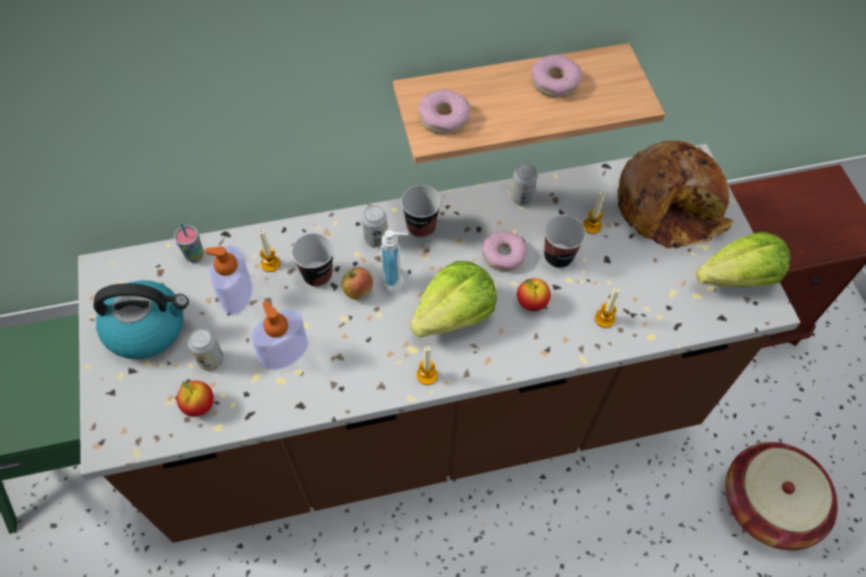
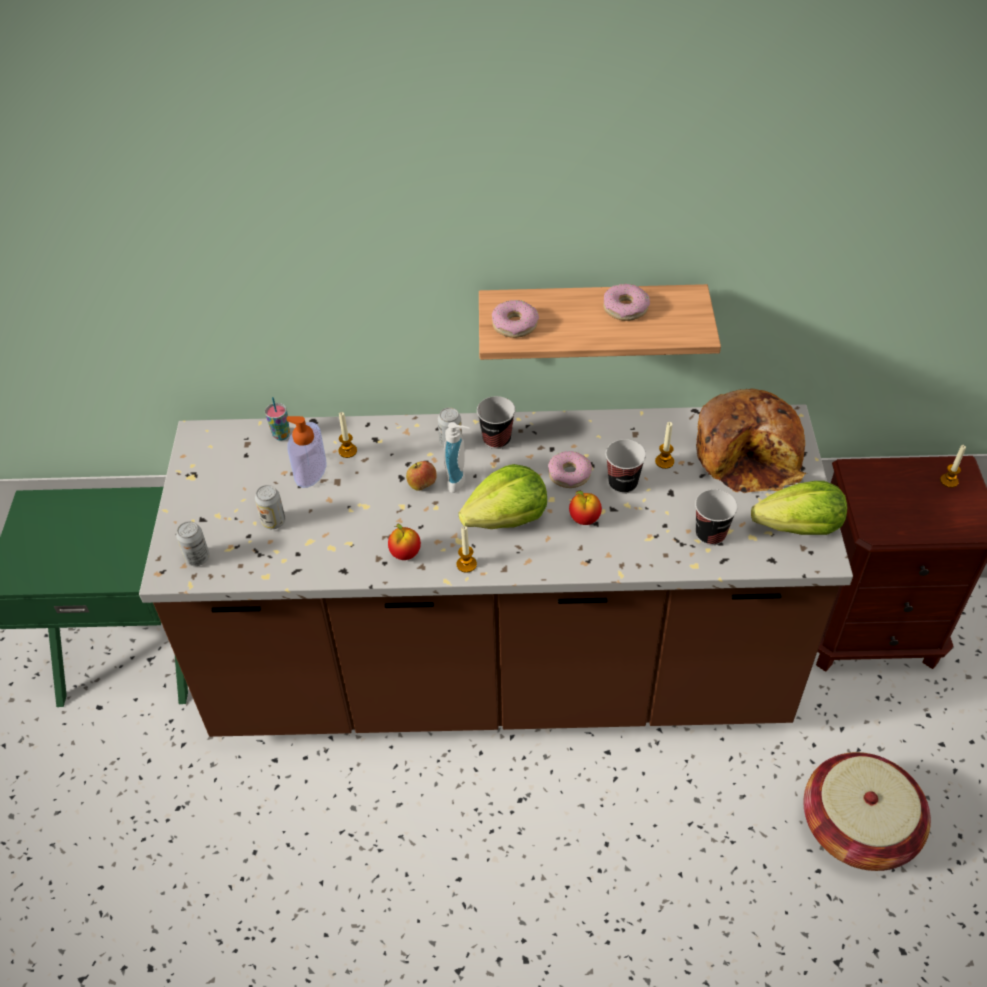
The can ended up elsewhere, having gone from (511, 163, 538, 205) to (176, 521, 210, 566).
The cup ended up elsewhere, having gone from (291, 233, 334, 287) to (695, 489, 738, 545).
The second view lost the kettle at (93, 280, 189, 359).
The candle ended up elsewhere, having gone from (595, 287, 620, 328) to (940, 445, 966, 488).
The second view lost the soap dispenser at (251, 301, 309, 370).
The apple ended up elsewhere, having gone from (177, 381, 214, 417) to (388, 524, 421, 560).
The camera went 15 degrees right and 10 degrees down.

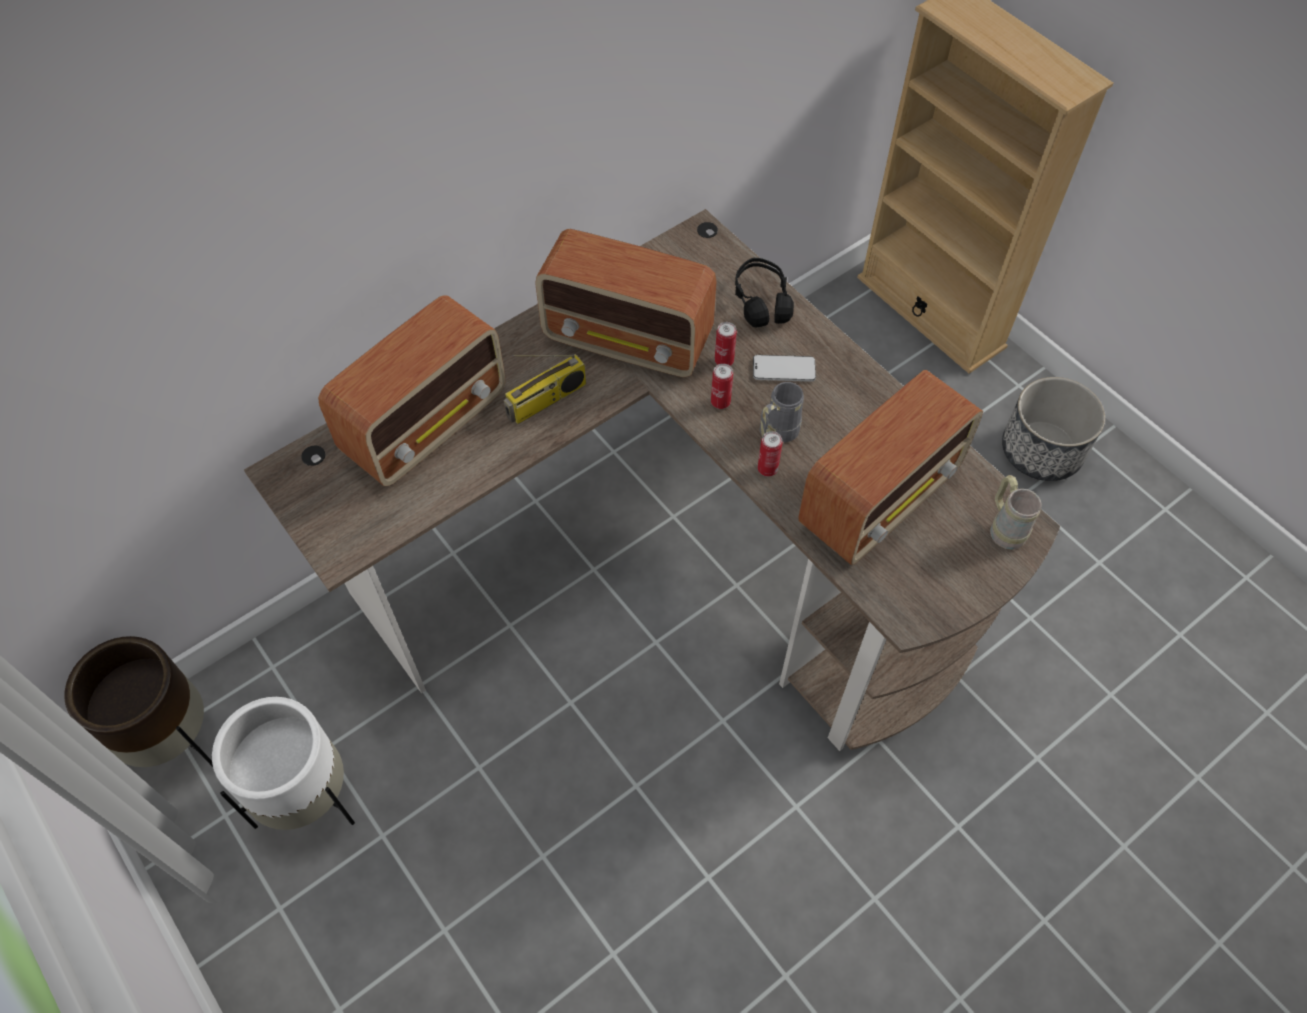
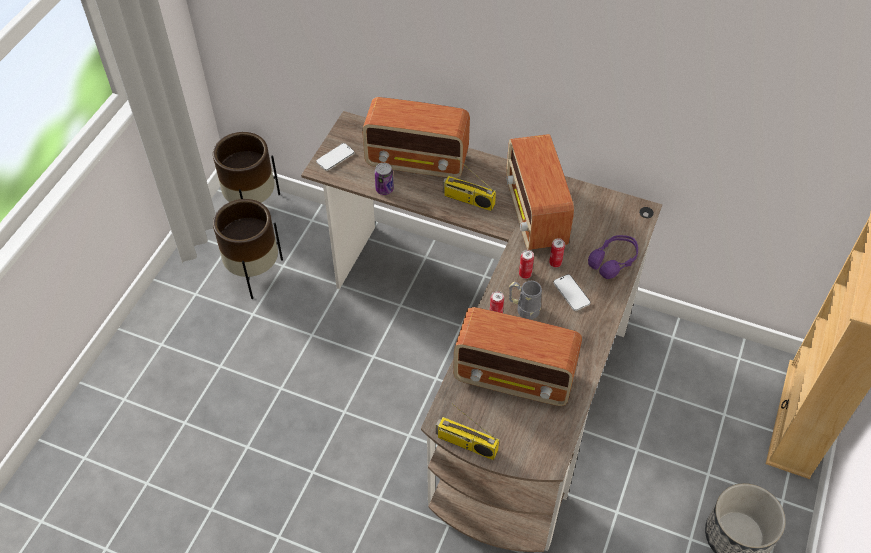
What was the black headphones at (735, 258, 794, 327) turned into the purple headphones at (588, 235, 638, 279).
The second view lost the beige mug at (990, 475, 1041, 550).
What was the white planter at (212, 697, 355, 830) turned into the brown planter at (213, 199, 283, 299).
The second view gained the phone at (316, 143, 355, 171).
The second view gained the can at (374, 163, 394, 195).
The second view gained the radio at (436, 403, 499, 460).
The camera went 60 degrees right and 5 degrees down.

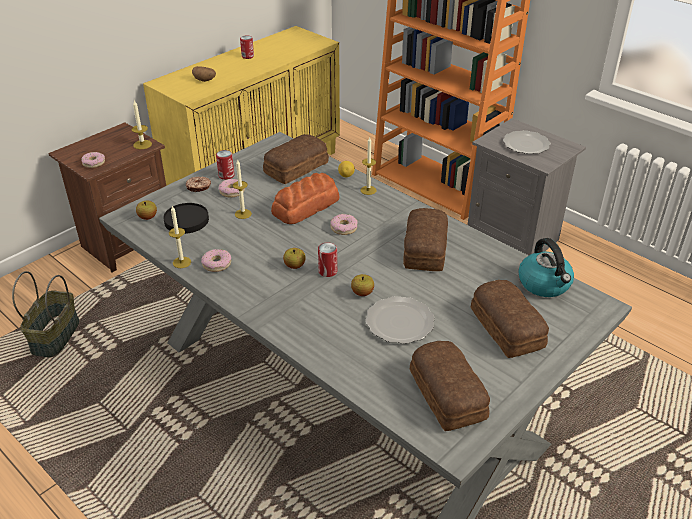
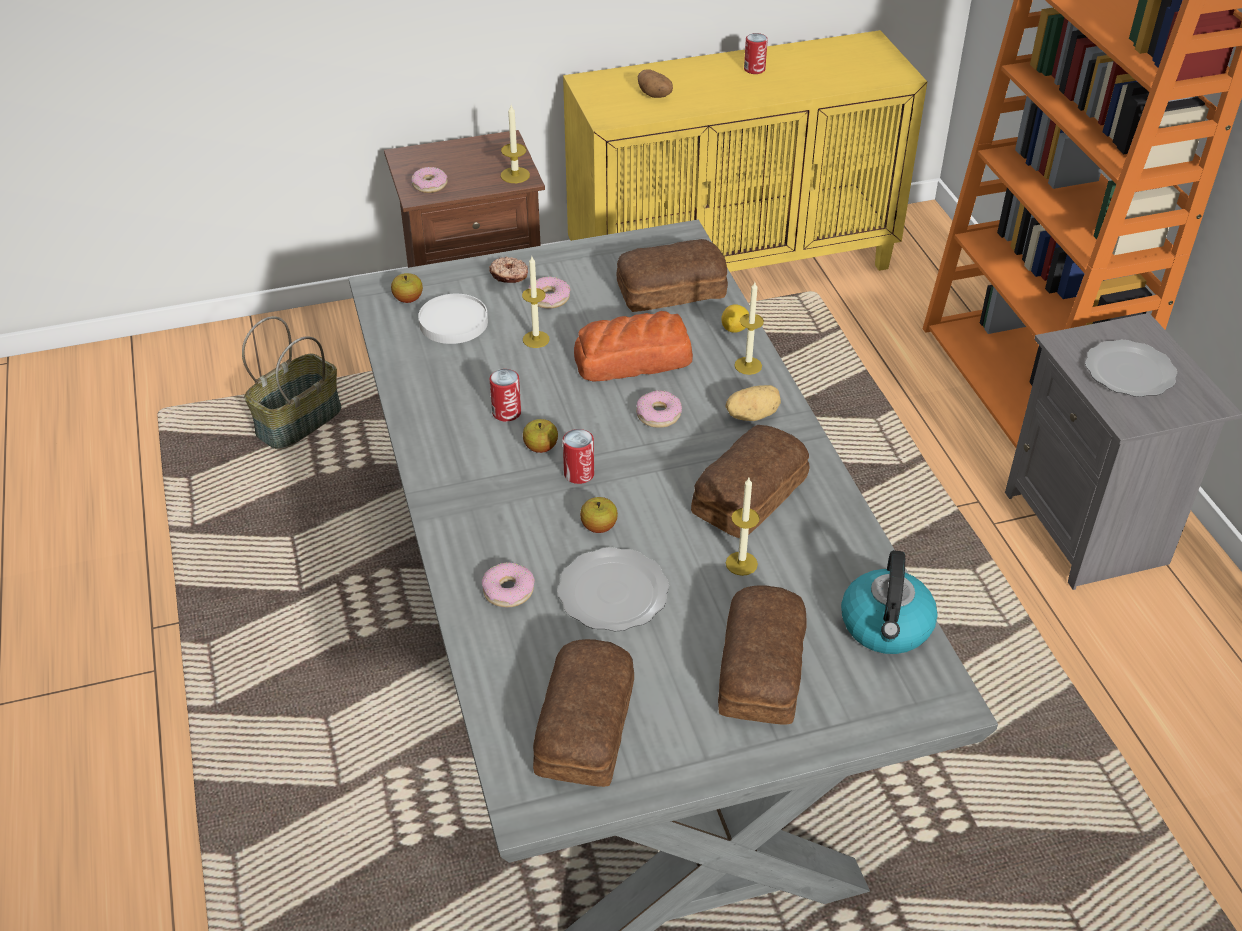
The can ended up elsewhere, having gone from (216, 150, 234, 180) to (490, 369, 521, 422).
What was the black plate at (163, 203, 209, 234) turned into the white plate at (418, 294, 488, 344).
The candle ended up elsewhere, having gone from (169, 206, 191, 268) to (726, 478, 760, 576).
The donut ended up elsewhere, having gone from (201, 249, 231, 272) to (482, 562, 535, 607).
The second view gained the potato at (725, 385, 781, 421).
The camera went 30 degrees right and 5 degrees up.

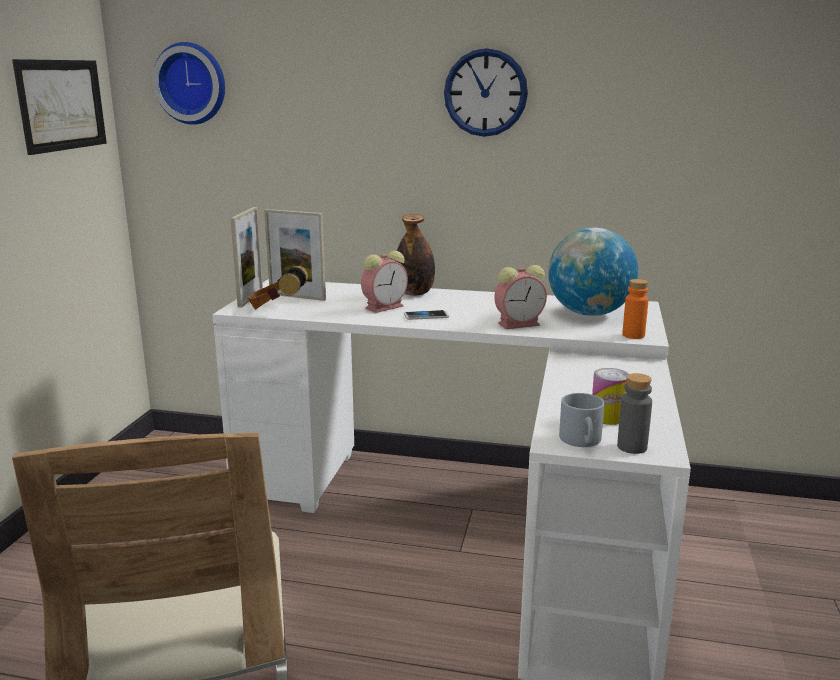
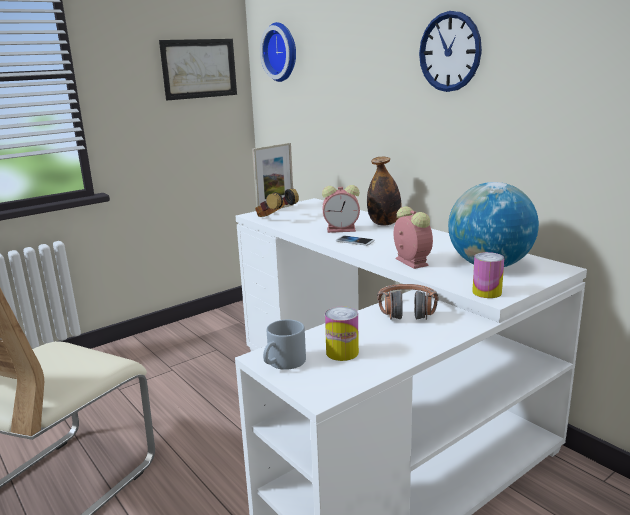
The second view lost the picture frame at (264, 209, 326, 301).
The alarm clock at (494, 265, 547, 329) ended up facing another way, 135 degrees counterclockwise from before.
Where the orange bottle stood at (622, 279, 649, 339), the can came to stand at (472, 252, 505, 298).
The second view lost the grey bottle at (617, 373, 652, 454).
The second view gained the headphones at (377, 284, 439, 320).
The camera went 40 degrees right and 0 degrees up.

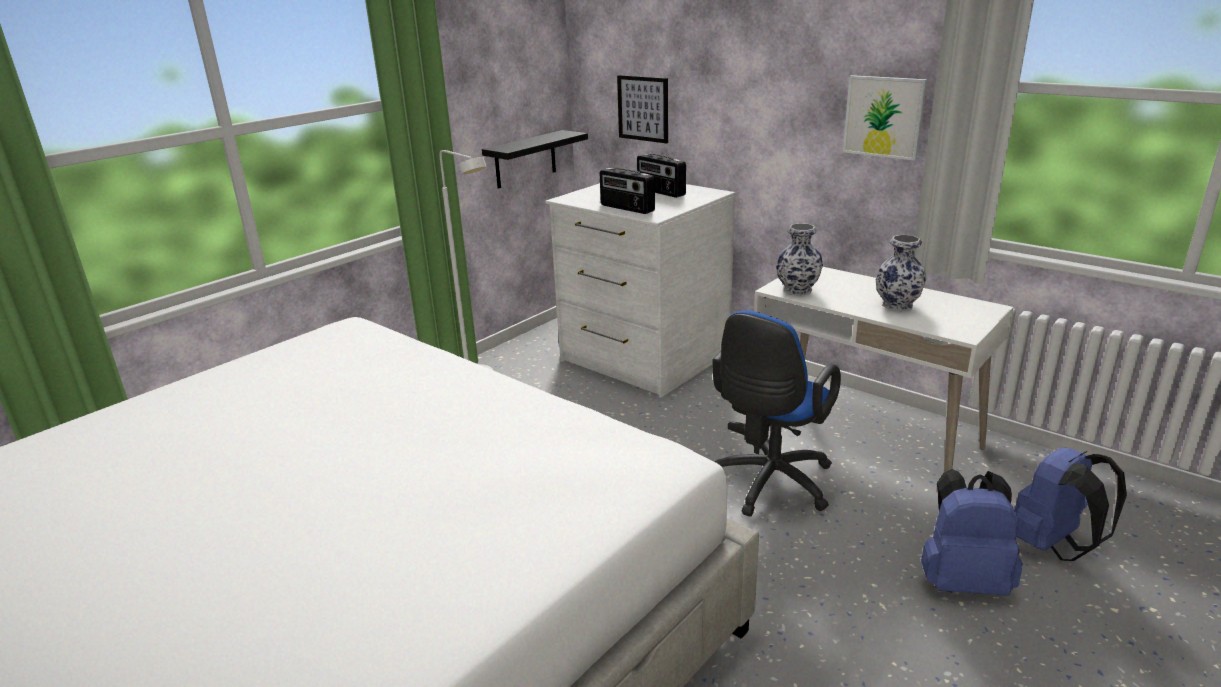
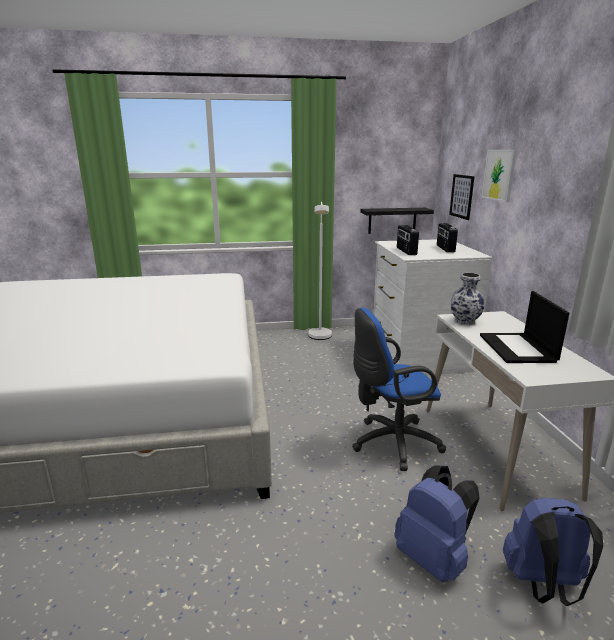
The picture ended up elsewhere, having gone from (843, 75, 927, 161) to (482, 150, 517, 202).
Where the vase stood at (876, 235, 926, 311), the laptop came to stand at (480, 291, 569, 363).
The camera went 40 degrees right and 5 degrees down.

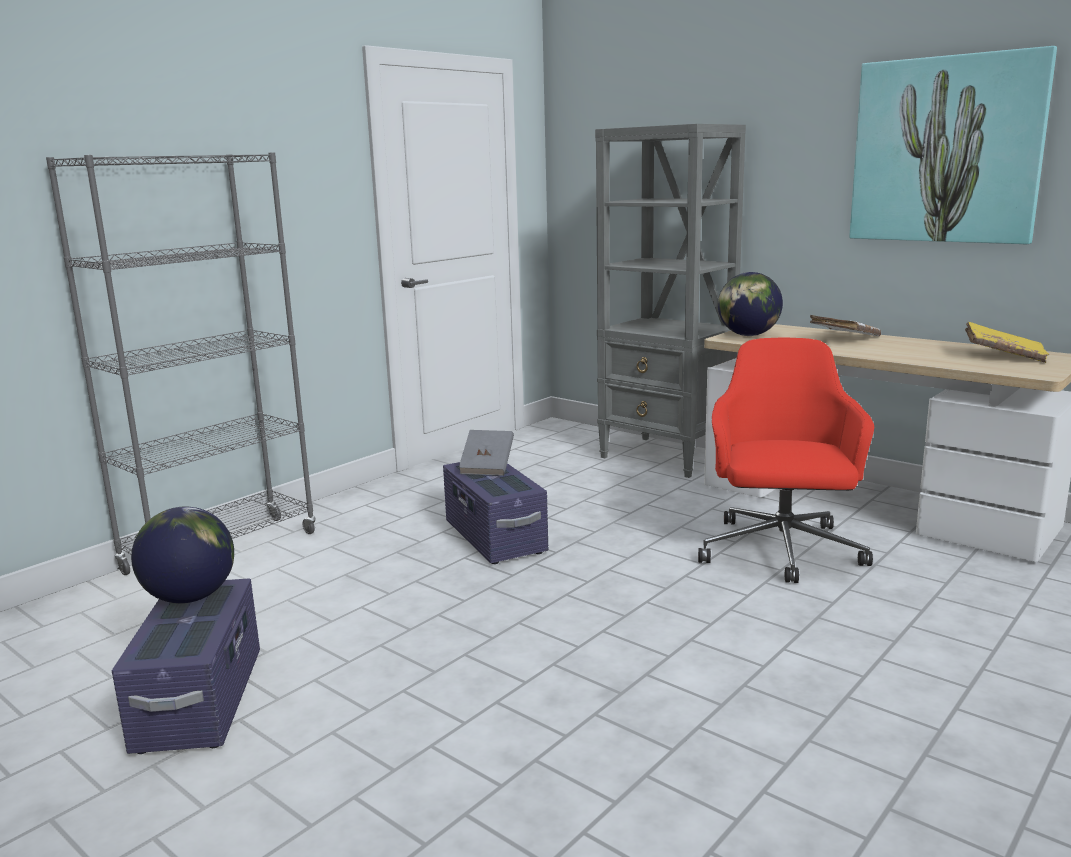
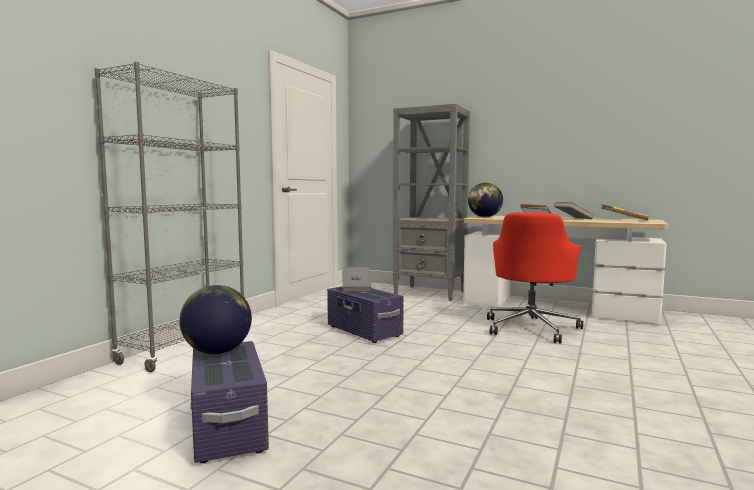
The second view lost the picture at (849, 46, 1057, 244).
The red office chair at (698, 337, 874, 583) ended up facing another way, 150 degrees counterclockwise from before.
The second view gained the grey book at (554, 202, 594, 219).
The camera went 15 degrees left and 10 degrees down.

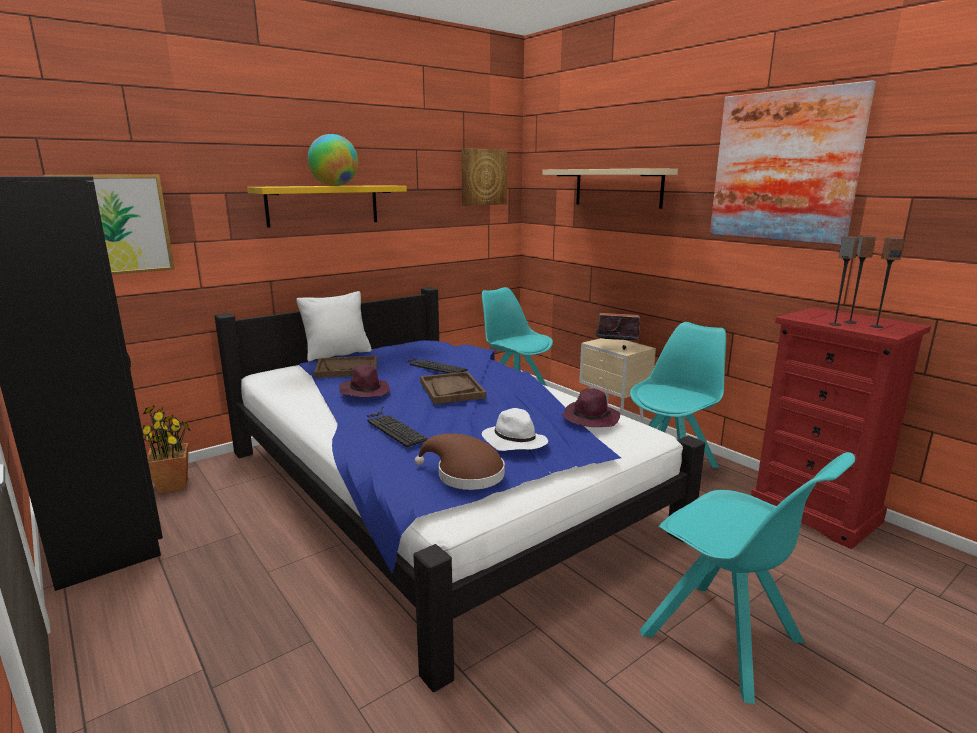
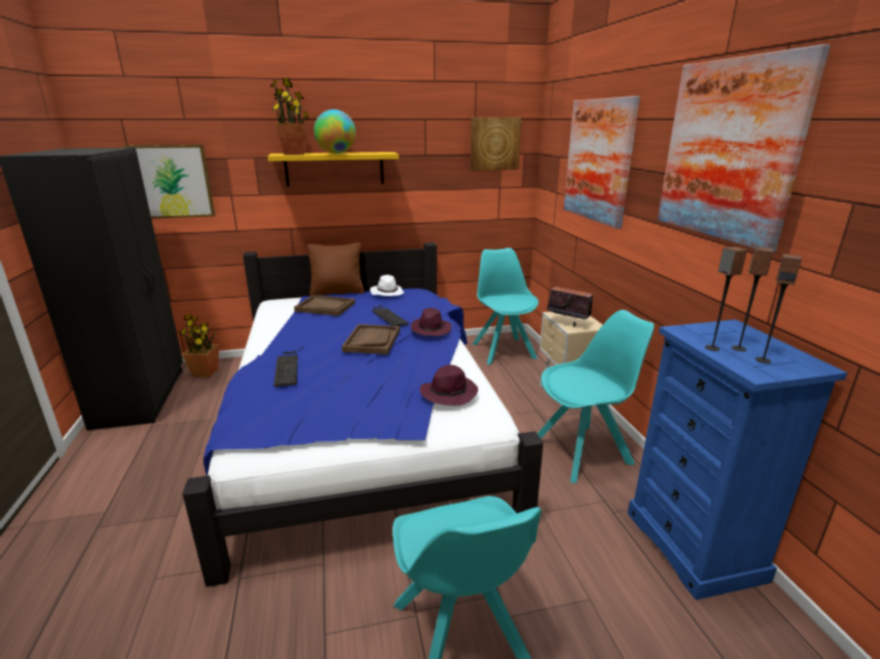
Where the beige shelf hung at (542, 168, 678, 209), the picture came to hang at (564, 96, 640, 229).
What was the white pillow at (296, 291, 372, 362) turned into the brown pillow at (307, 242, 364, 296).
What was the red dresser at (751, 307, 931, 549) turned into the blue dresser at (627, 320, 847, 600).
The purple hat ended up elsewhere, having gone from (339, 365, 390, 397) to (411, 308, 451, 336).
The white hat ended up elsewhere, having gone from (482, 408, 548, 451) to (370, 275, 404, 296).
The second view lost the brown hat at (415, 433, 505, 490).
The second view gained the potted plant at (270, 78, 309, 155).
The camera went 25 degrees right and 5 degrees up.

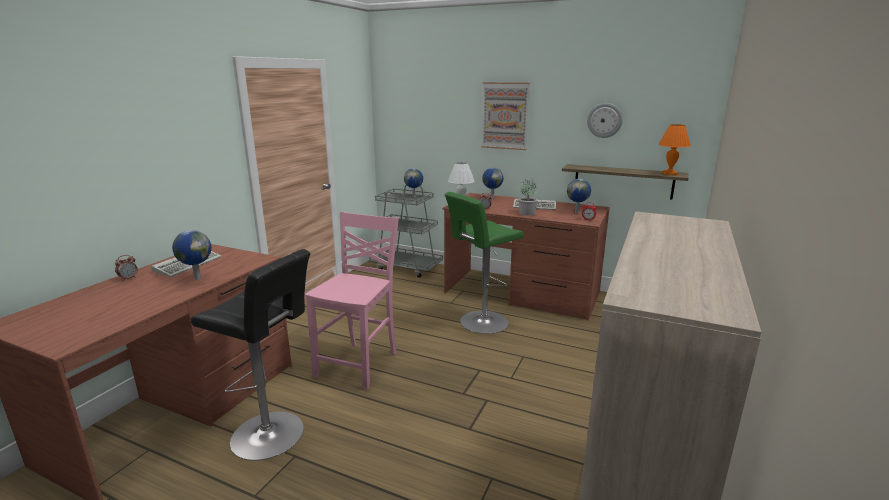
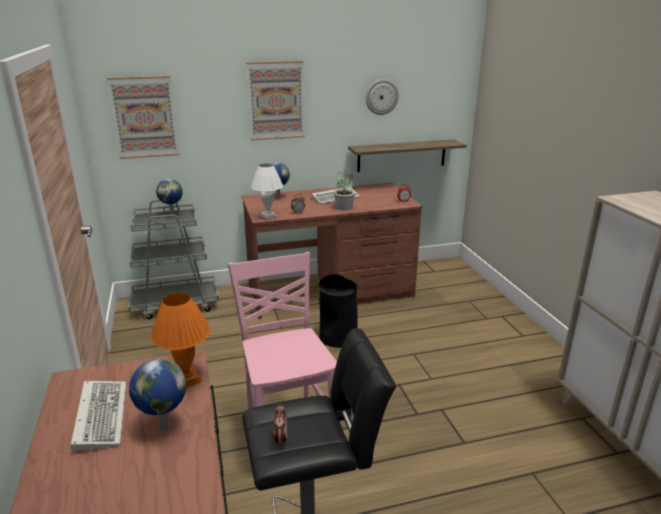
The orange table lamp ended up elsewhere, having gone from (658, 124, 691, 175) to (151, 293, 211, 387).
The second view lost the globe at (567, 179, 591, 213).
Where the green stool stood at (445, 192, 524, 334), the black trash can came to stand at (319, 274, 358, 348).
The alarm clock ended up elsewhere, having gone from (115, 255, 137, 281) to (273, 405, 287, 446).
The second view gained the picture at (107, 76, 179, 159).
The camera went 40 degrees left and 5 degrees up.

